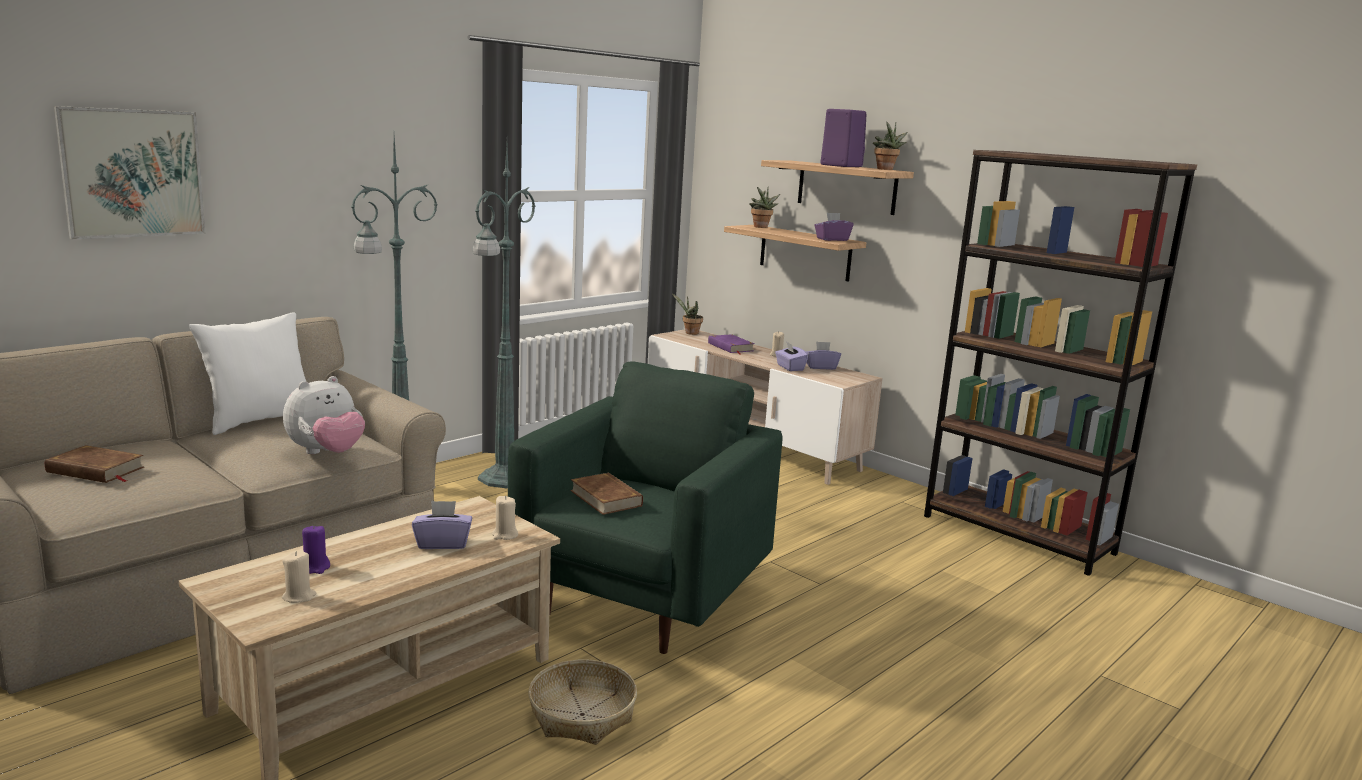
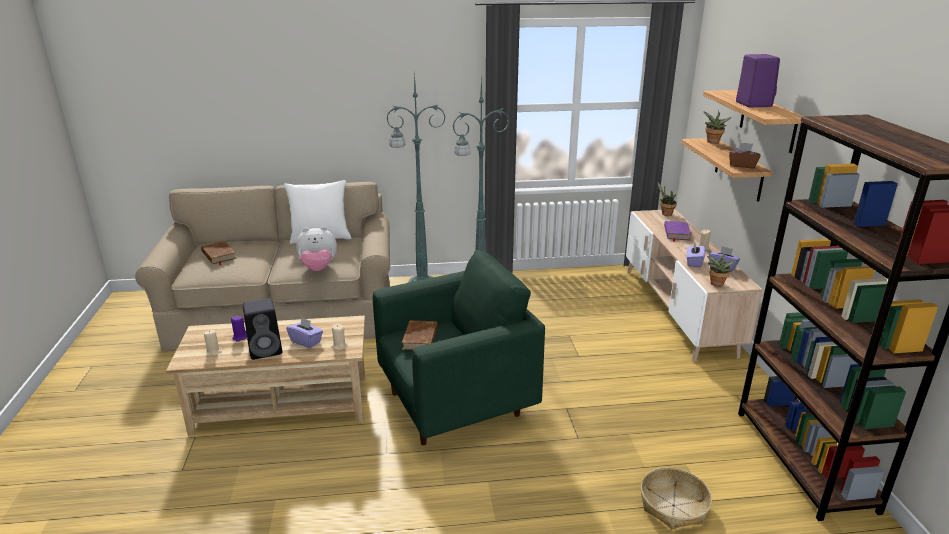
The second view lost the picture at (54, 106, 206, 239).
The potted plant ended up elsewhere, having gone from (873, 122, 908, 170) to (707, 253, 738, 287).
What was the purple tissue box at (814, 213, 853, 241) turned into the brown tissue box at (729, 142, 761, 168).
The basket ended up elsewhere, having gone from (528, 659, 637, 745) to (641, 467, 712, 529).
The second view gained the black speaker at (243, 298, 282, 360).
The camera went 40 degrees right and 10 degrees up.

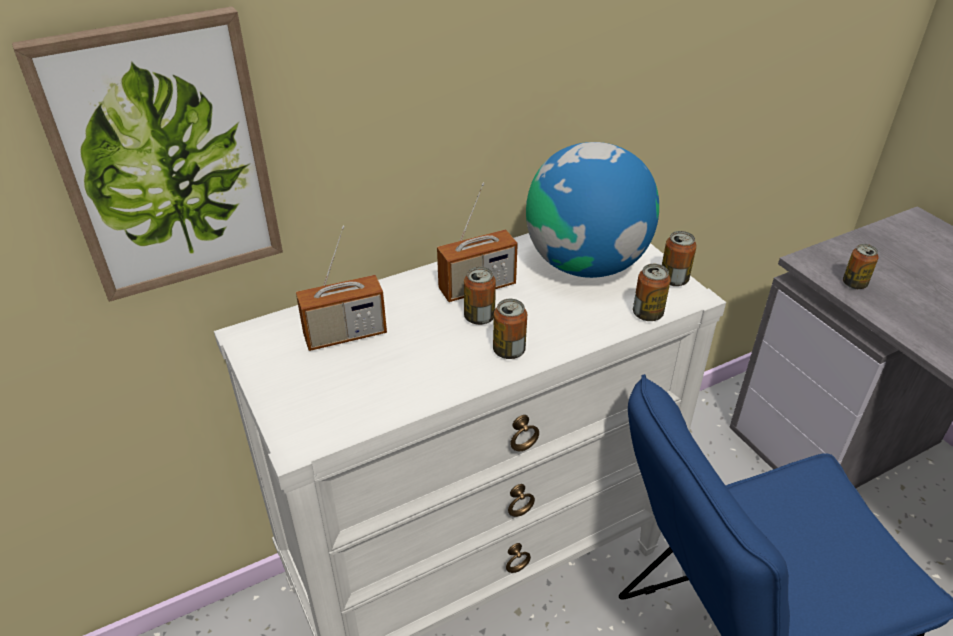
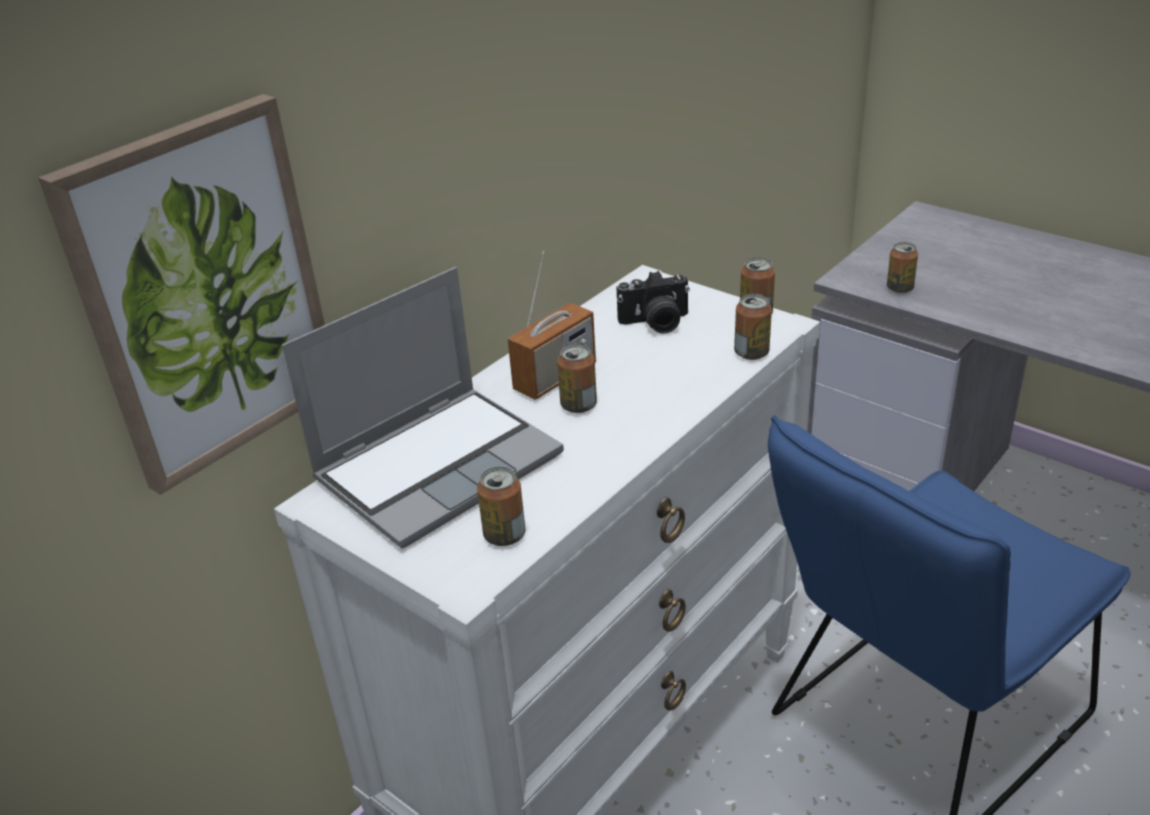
Where the globe stood at (526, 142, 659, 278), the photo camera came to stand at (616, 271, 690, 334).
Where the radio stood at (296, 226, 387, 351), the laptop came to stand at (282, 267, 564, 549).
The can ended up elsewhere, having gone from (493, 299, 527, 359) to (477, 467, 525, 546).
The camera went 20 degrees left and 5 degrees down.

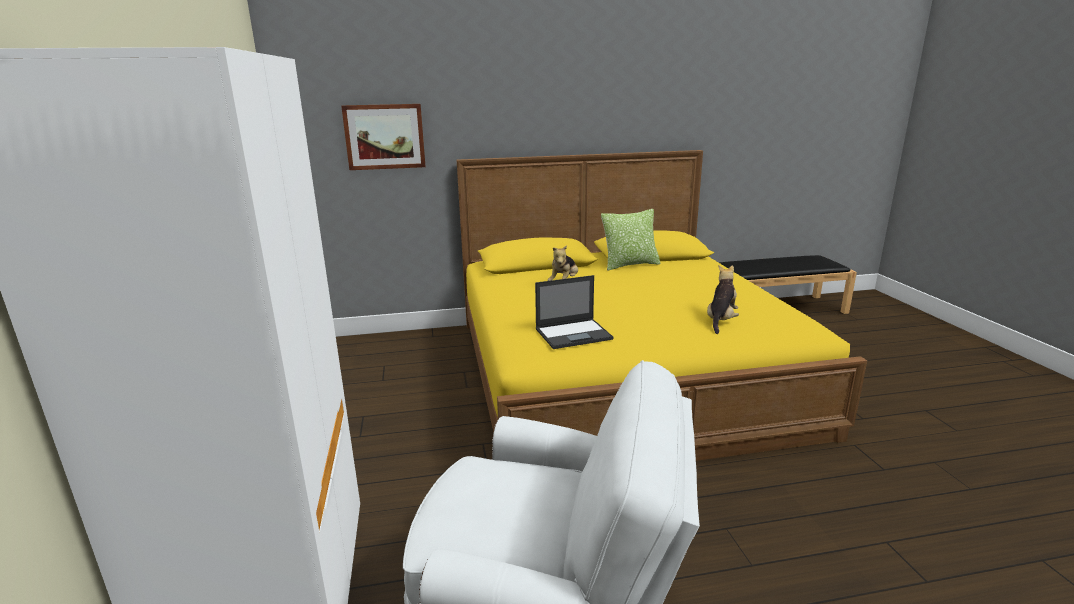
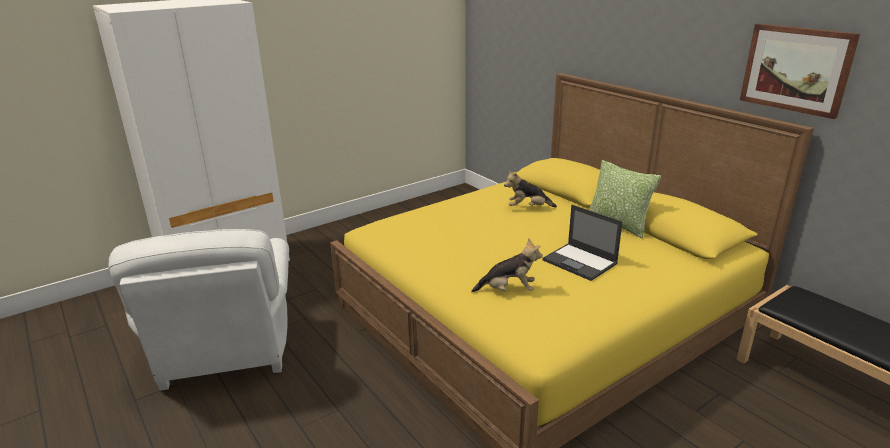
The picture ended up elsewhere, having gone from (341, 104, 426, 170) to (740, 24, 860, 119).
The laptop ended up elsewhere, having gone from (535, 275, 613, 349) to (542, 205, 622, 281).
The camera went 65 degrees right and 5 degrees up.

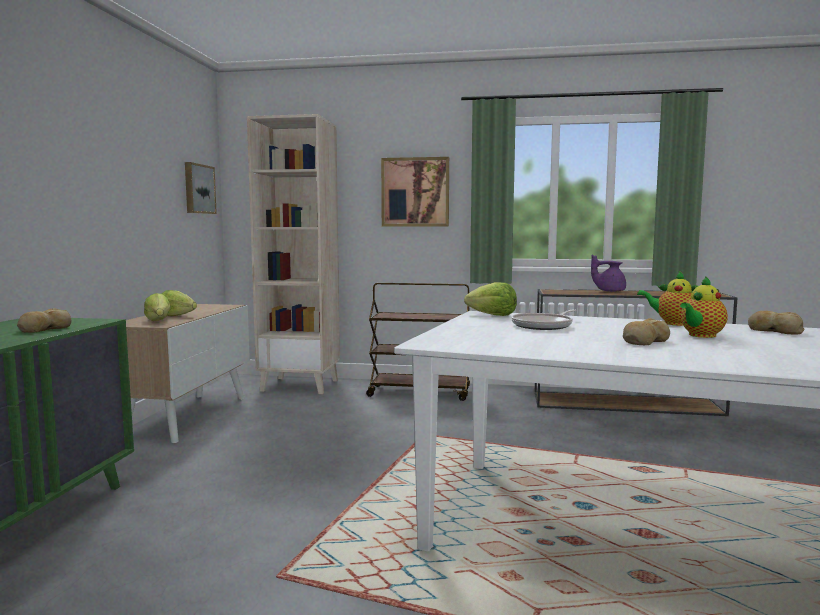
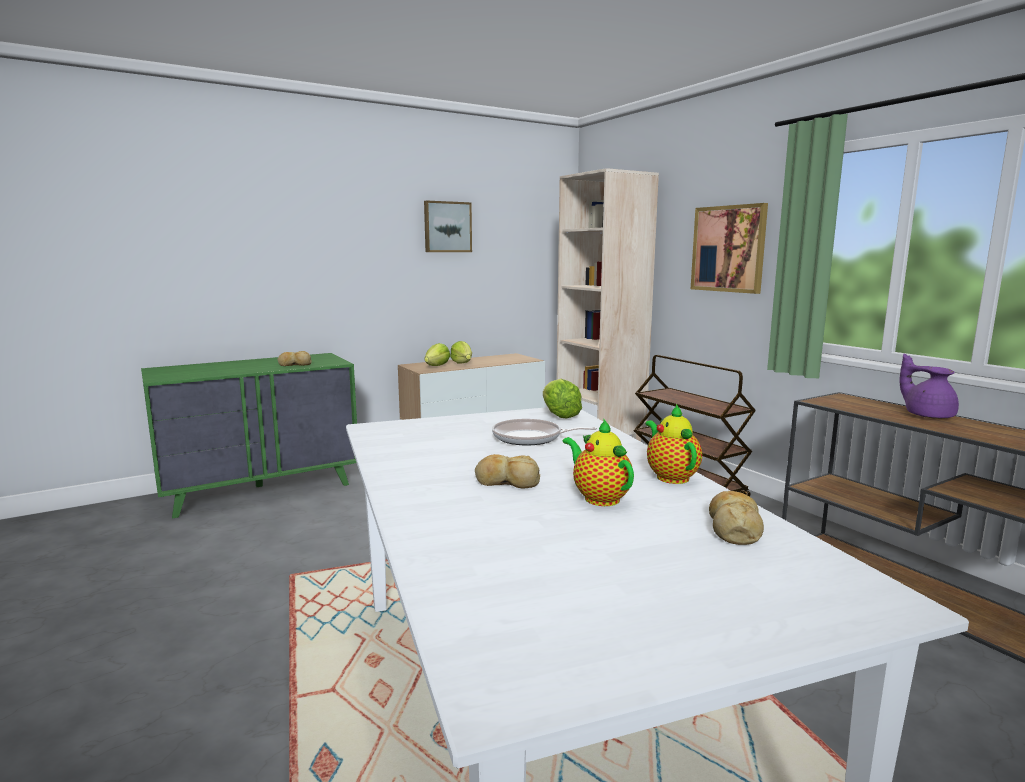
The picture ended up elsewhere, having gone from (185, 162, 217, 214) to (424, 201, 472, 252).
The teapot at (680, 276, 728, 338) ended up facing another way, 45 degrees clockwise from before.
The camera went 50 degrees right and 5 degrees up.

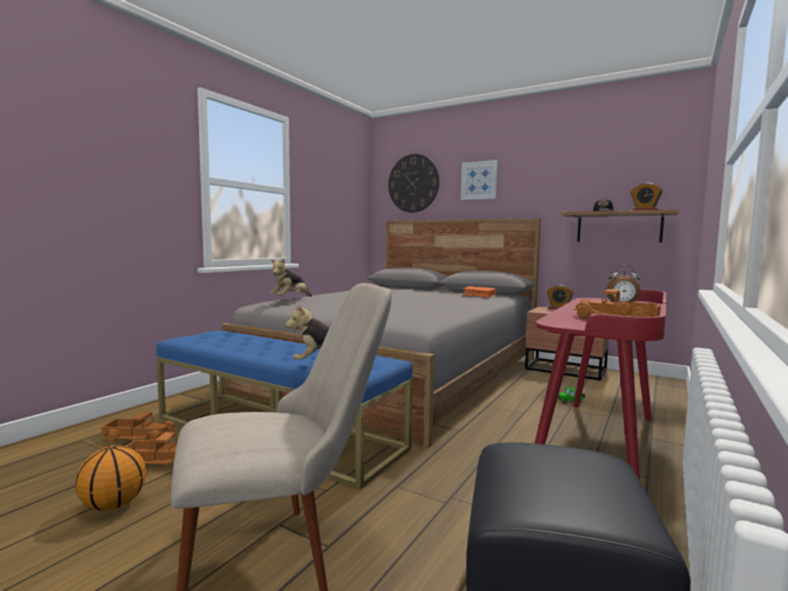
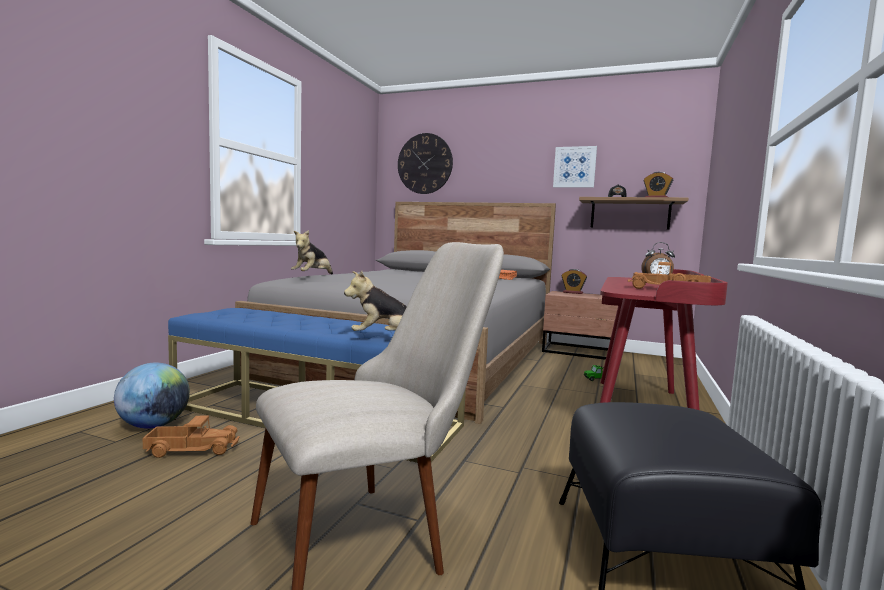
The picture ended up elsewhere, having gone from (461, 160, 498, 200) to (553, 146, 597, 188).
Where the toy truck stood at (101, 412, 175, 443), the globe came to stand at (114, 362, 190, 429).
The second view lost the basketball at (75, 445, 146, 511).
The camera went 10 degrees left and 0 degrees up.

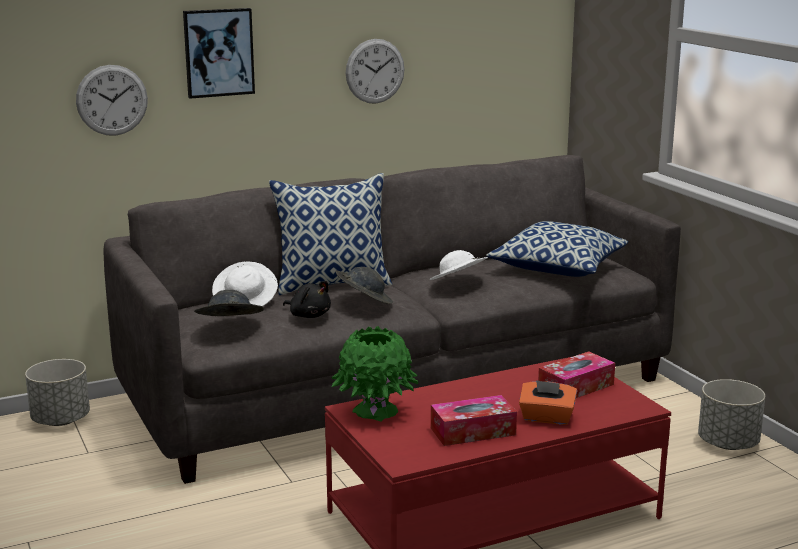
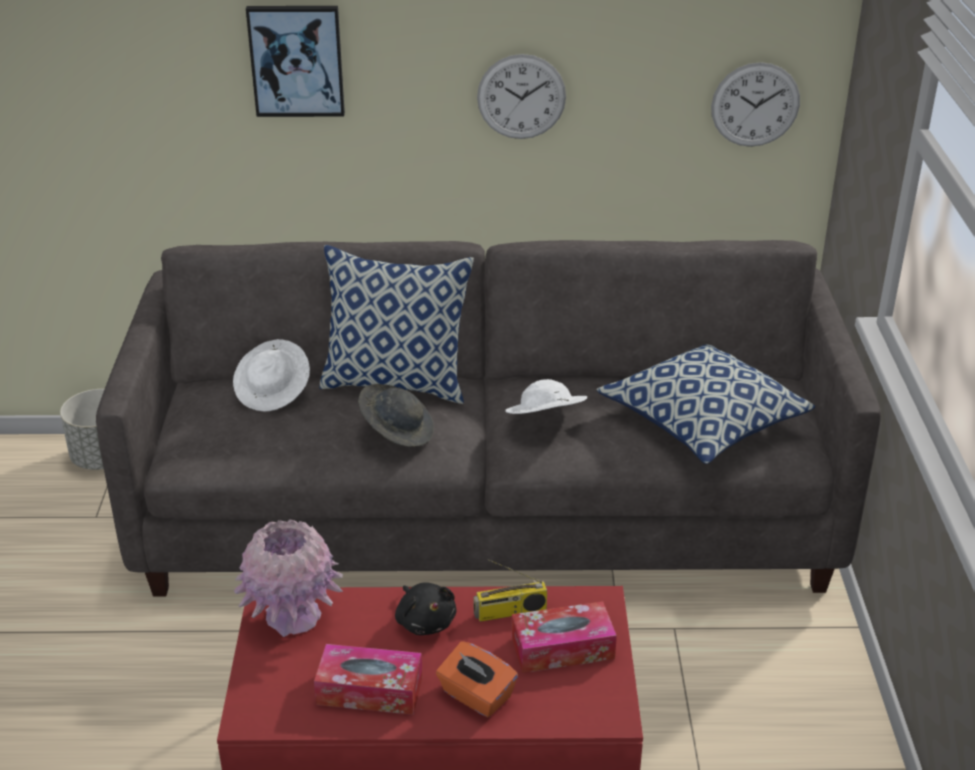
The wall clock ended up elsewhere, having gone from (76, 65, 148, 136) to (711, 62, 800, 147).
The black plush toy ended up elsewhere, having gone from (283, 281, 331, 318) to (395, 582, 456, 635).
The second view lost the grey hat at (194, 290, 264, 316).
What was the green vase at (331, 326, 419, 422) turned into the pink vase at (234, 519, 343, 637).
The second view lost the grey planter at (698, 379, 765, 450).
The second view gained the radio at (474, 559, 547, 622).
The camera went 25 degrees right and 15 degrees up.

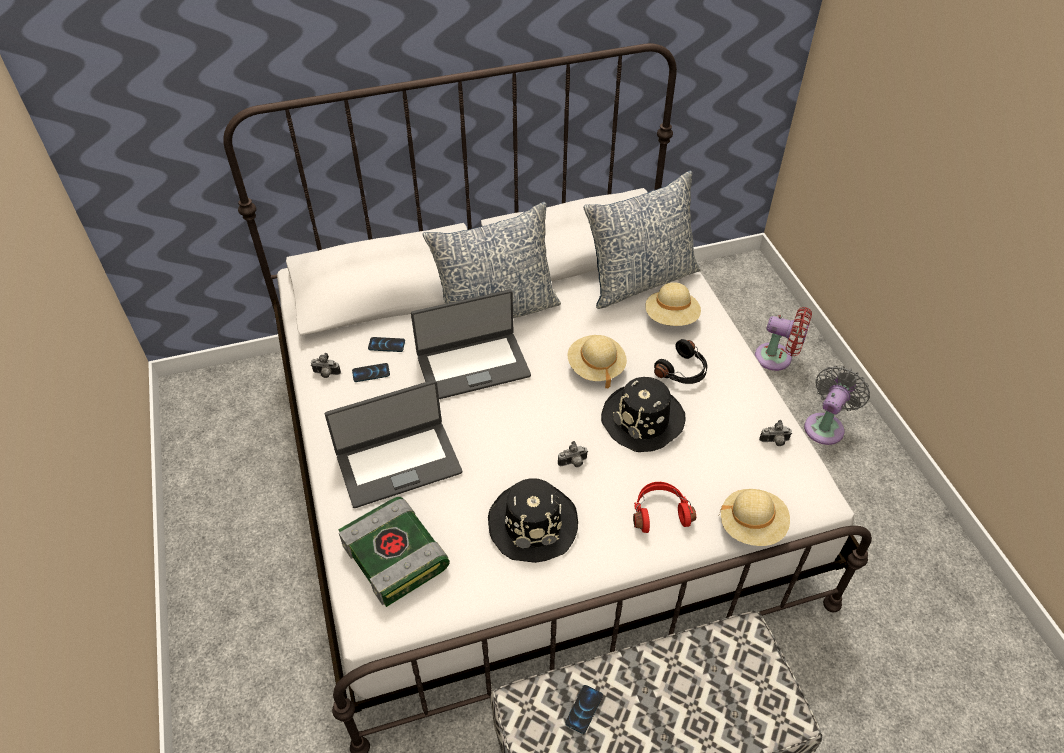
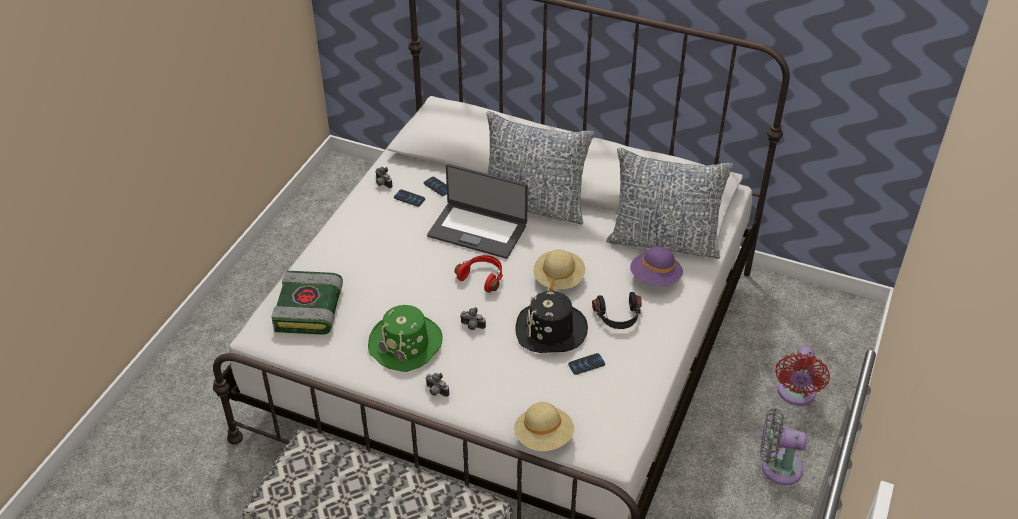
What was the beige hat at (645, 282, 701, 326) turned into the purple hat at (630, 246, 683, 287).
The red fan at (755, 307, 812, 371) ended up facing another way, 45 degrees clockwise from before.
The grey fan at (804, 366, 870, 445) ended up facing another way, 150 degrees counterclockwise from before.
The second view lost the laptop at (325, 380, 462, 508).
The photo camera ended up elsewhere, having gone from (759, 420, 792, 446) to (425, 373, 449, 397).
What was the black hat at (488, 478, 578, 563) turned into the green hat at (368, 305, 443, 372).
The red headphones ended up elsewhere, having gone from (633, 482, 696, 533) to (455, 255, 503, 293).
The phone ended up elsewhere, having gone from (566, 685, 603, 734) to (568, 353, 605, 375).
The camera went 40 degrees right and 5 degrees down.

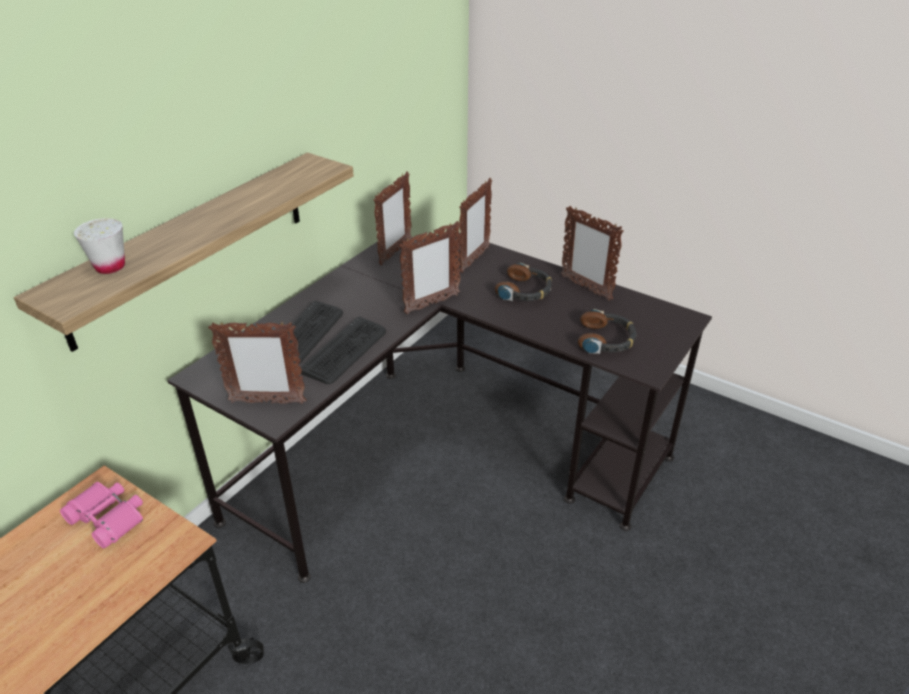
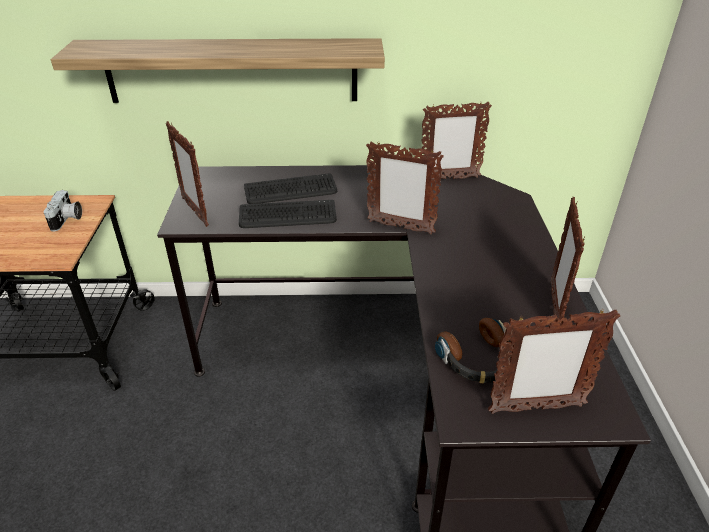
The picture frame ended up elsewhere, having gone from (459, 178, 492, 273) to (488, 309, 620, 414).
The second view lost the white cup at (74, 218, 125, 274).
The second view lost the headphones at (495, 263, 552, 301).
Where the pink binoculars stood at (60, 482, 143, 549), the photo camera came to stand at (43, 190, 82, 232).
The camera went 55 degrees right and 0 degrees up.

